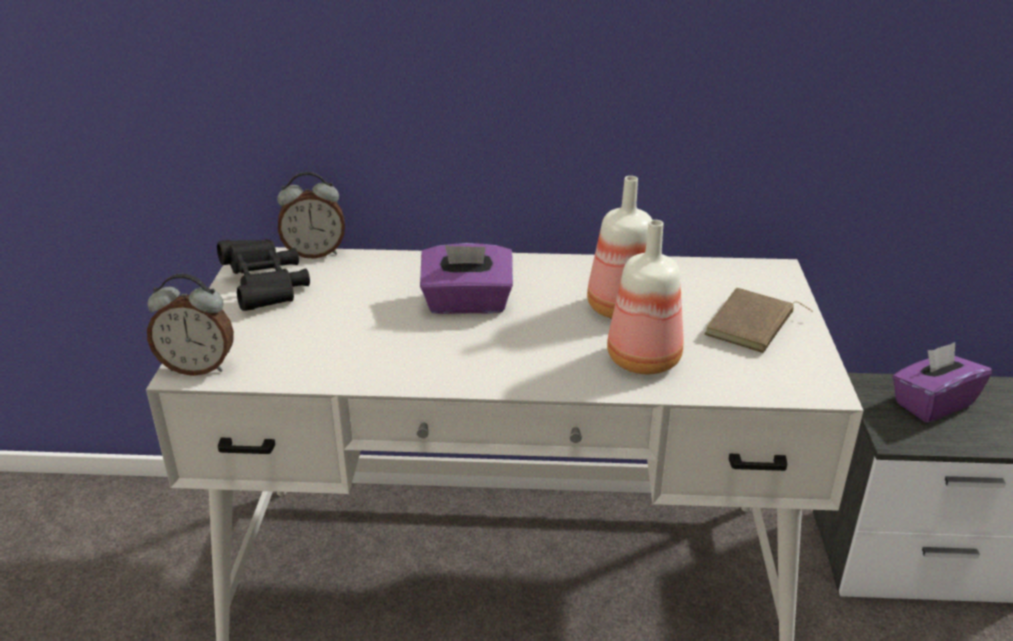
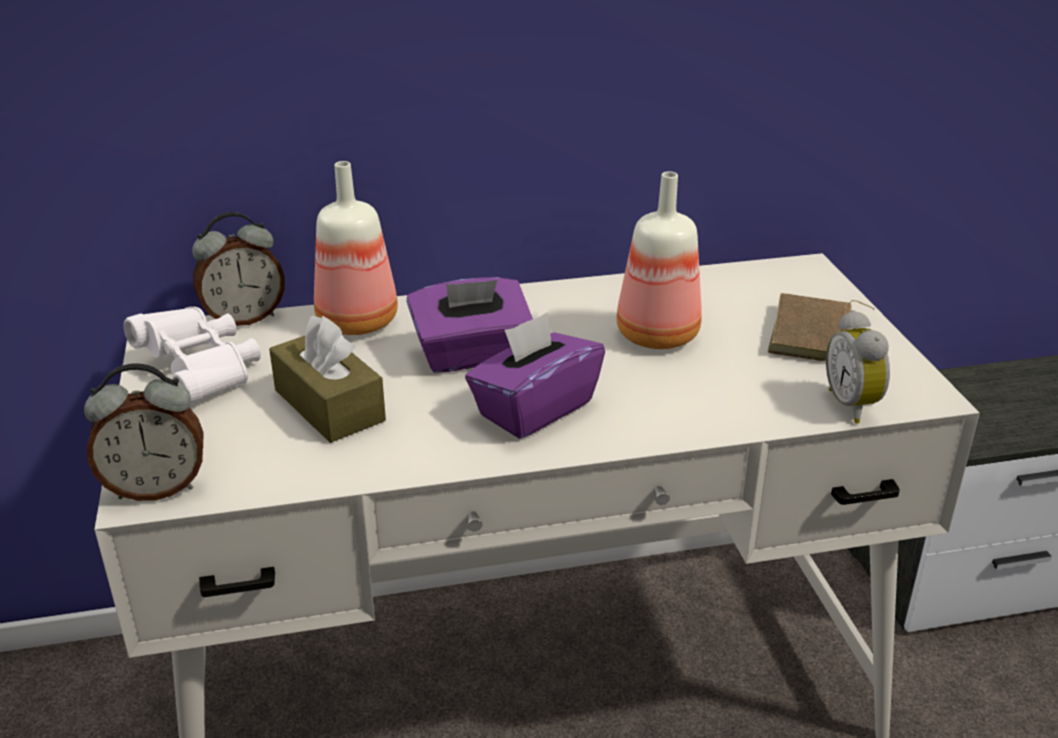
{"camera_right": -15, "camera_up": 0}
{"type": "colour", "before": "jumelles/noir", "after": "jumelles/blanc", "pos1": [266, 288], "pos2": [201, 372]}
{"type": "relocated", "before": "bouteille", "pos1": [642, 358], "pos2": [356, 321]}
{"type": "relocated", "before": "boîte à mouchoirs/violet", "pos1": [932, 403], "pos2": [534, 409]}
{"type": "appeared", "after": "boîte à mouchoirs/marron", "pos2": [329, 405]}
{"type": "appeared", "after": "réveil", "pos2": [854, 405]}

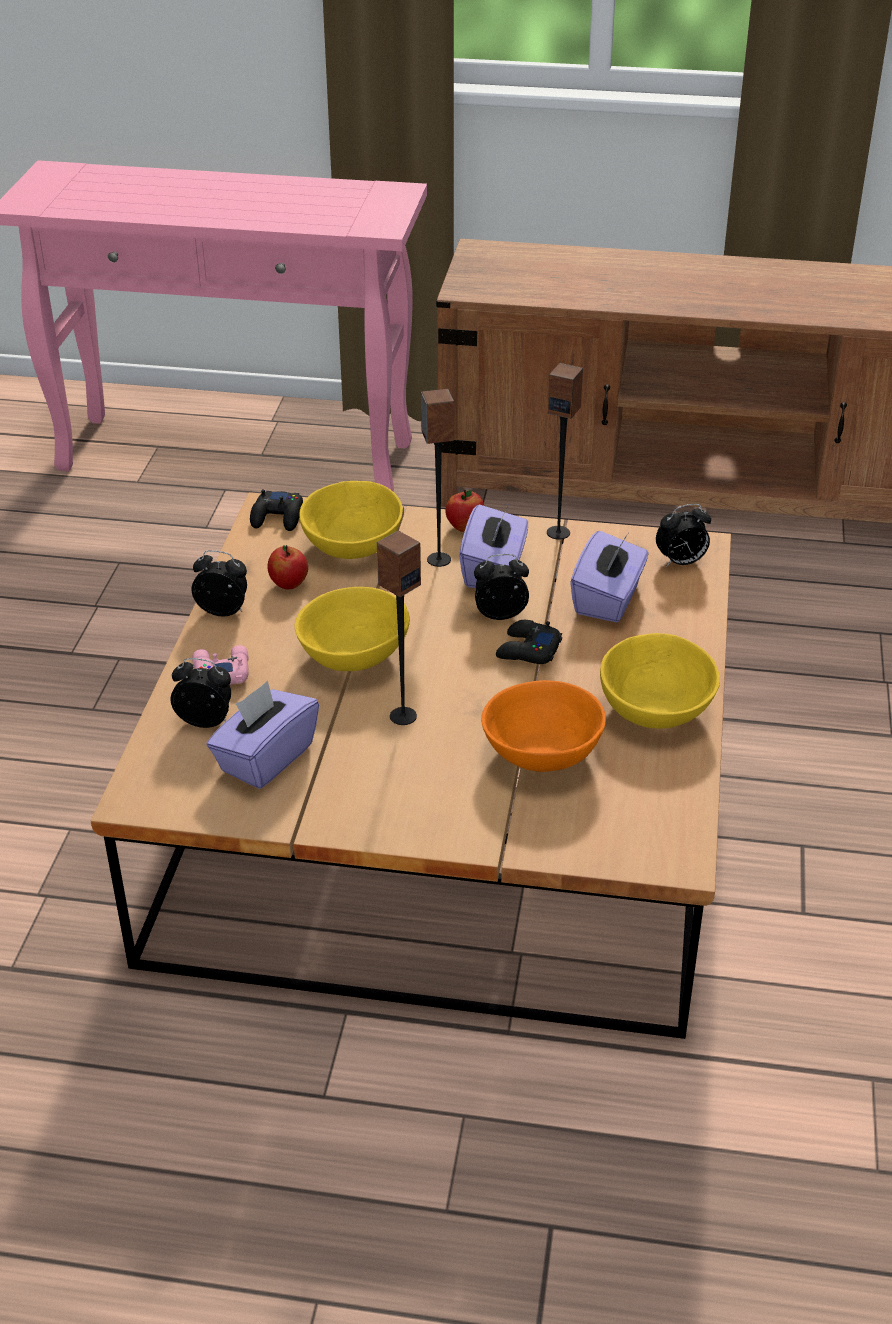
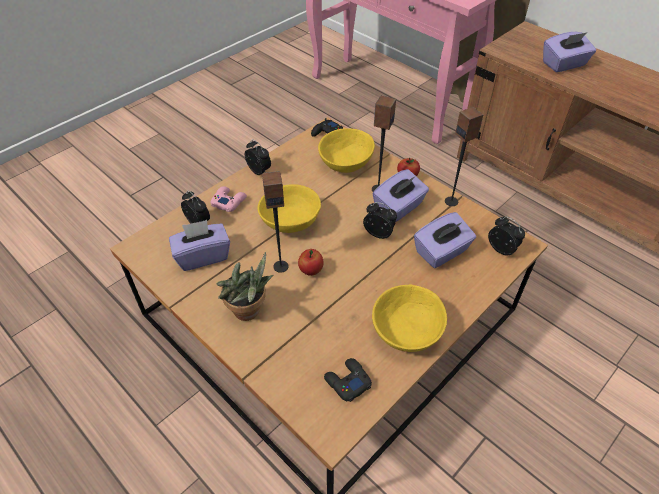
{"camera_right": 35, "camera_up": 10}
{"type": "relocated", "before": "pomme", "pos1": [289, 584], "pos2": [311, 270]}
{"type": "missing", "before": "bol/orange", "pos1": [544, 754]}
{"type": "relocated", "before": "manette/noir", "pos1": [527, 650], "pos2": [347, 382]}
{"type": "spun", "before": "réveil", "pos1": [681, 562], "pos2": [502, 249], "turn": -150}
{"type": "appeared", "after": "plante en pot", "pos2": [249, 313]}
{"type": "appeared", "after": "boîte à mouchoirs/violet", "pos2": [564, 64]}

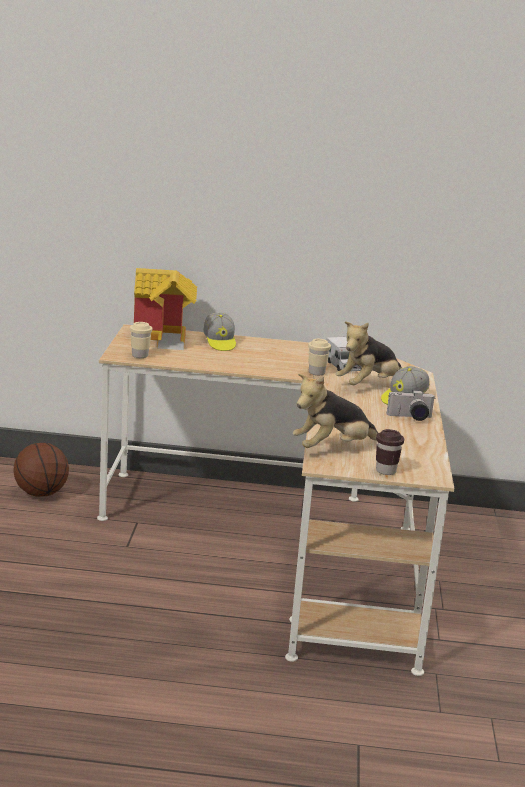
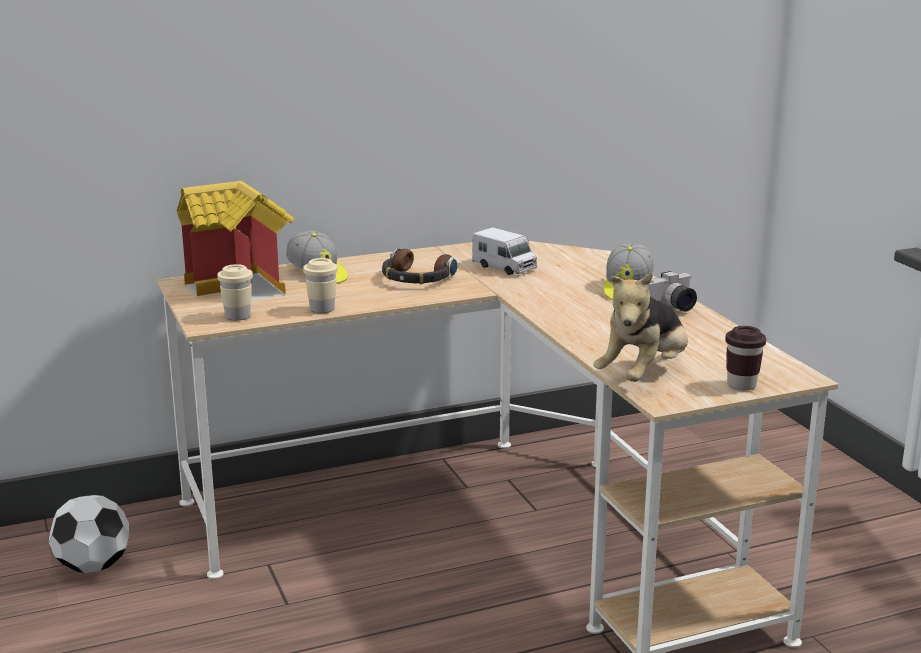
{"camera_right": -25, "camera_up": 0}
{"type": "exchanged", "before": "ballon de basket", "after": "ballon de foot", "pos1": [41, 493], "pos2": [93, 567]}
{"type": "relocated", "before": "tasse/beige", "pos1": [316, 373], "pos2": [322, 309]}
{"type": "missing", "before": "peluche", "pos1": [368, 385]}
{"type": "appeared", "after": "casque audio", "pos2": [416, 278]}

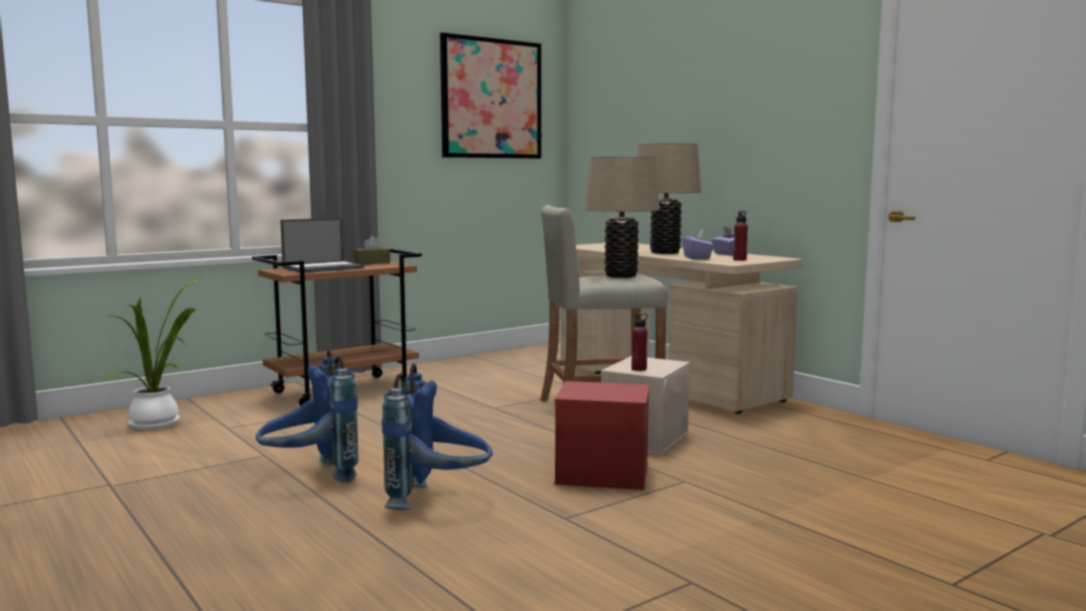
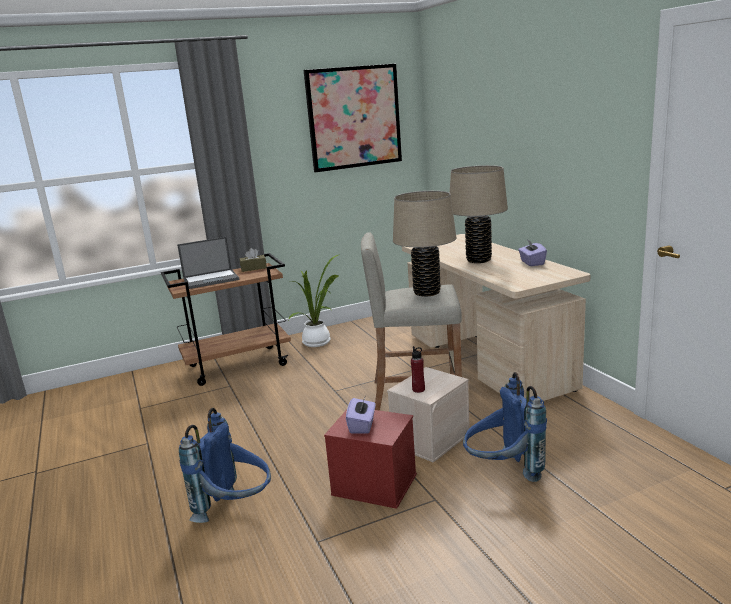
{"camera_right": 15, "camera_up": 10}
{"type": "relocated", "before": "plante en pot", "pos1": [159, 423], "pos2": [319, 342]}
{"type": "relocated", "before": "sac à dos/bleu", "pos1": [310, 477], "pos2": [502, 472]}
{"type": "relocated", "before": "boîte à mouchoirs/violet", "pos1": [697, 258], "pos2": [362, 425]}
{"type": "missing", "before": "bouteille/rouge", "pos1": [739, 260]}

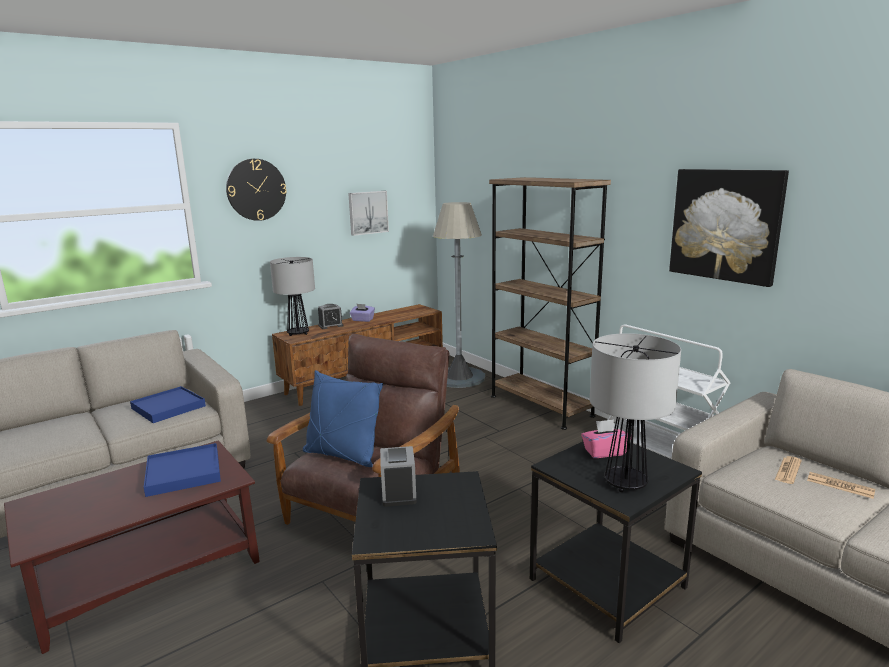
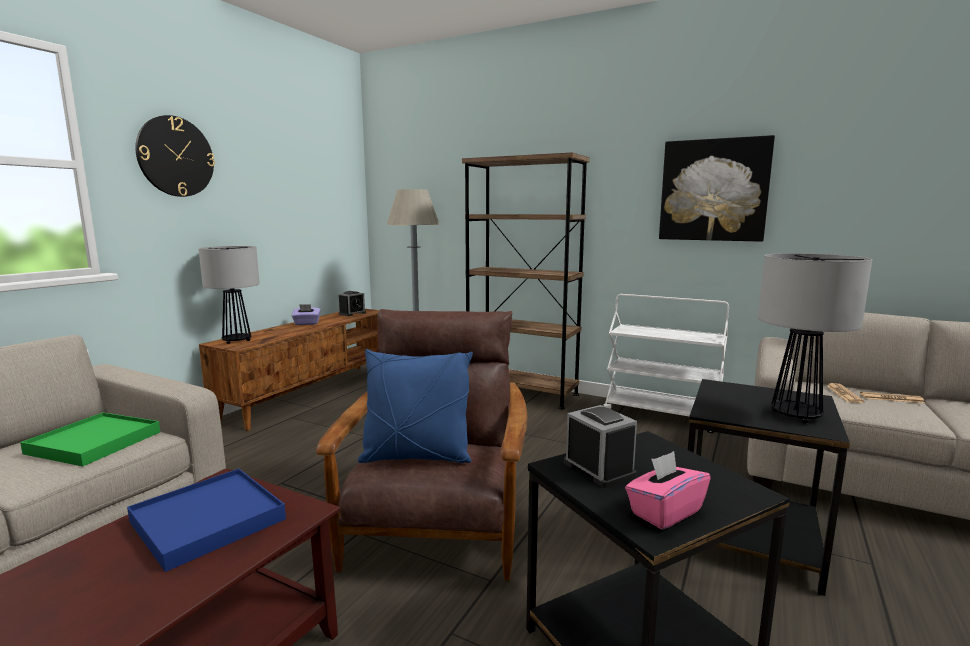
{"camera_right": -25, "camera_up": -5}
{"type": "colour", "before": "plateau/bleu", "after": "plateau/vert", "pos1": [168, 407], "pos2": [94, 442]}
{"type": "relocated", "before": "réveil", "pos1": [330, 325], "pos2": [352, 313]}
{"type": "missing", "before": "tableau", "pos1": [367, 212]}
{"type": "relocated", "before": "boîte à mouchoirs/rose", "pos1": [604, 452], "pos2": [665, 512]}

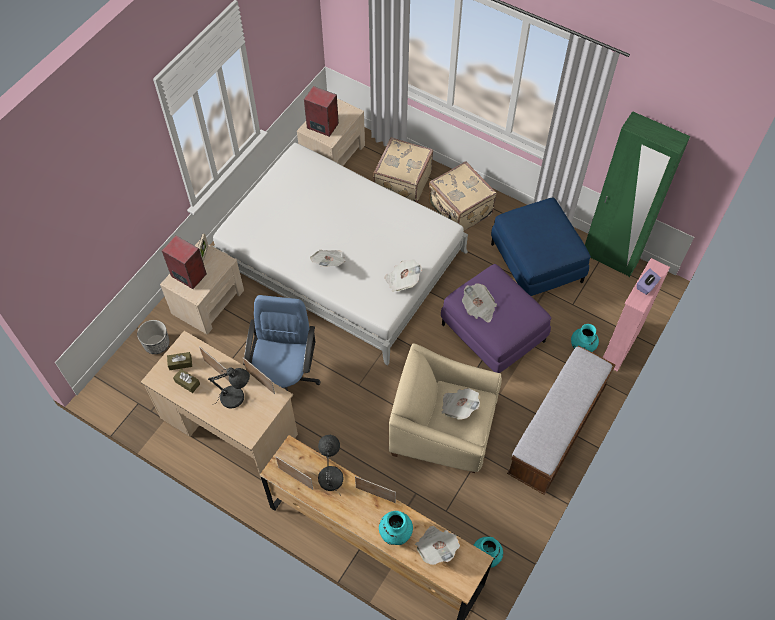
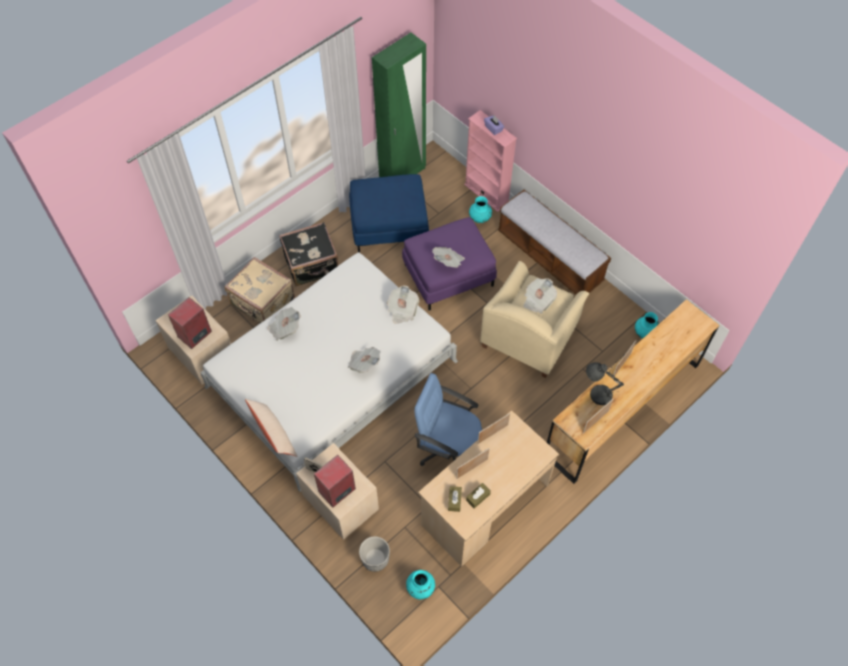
{"camera_right": -75, "camera_up": 0}
{"type": "missing", "before": "lampe de table/gris", "pos1": [235, 398]}
{"type": "relocated", "before": "vase/turquoise", "pos1": [395, 532], "pos2": [420, 588]}
{"type": "relocated", "before": "journal", "pos1": [436, 548], "pos2": [285, 328]}
{"type": "colour", "before": "valise/beige", "after": "valise/noir", "pos1": [459, 210], "pos2": [312, 265]}
{"type": "appeared", "after": "coussin/beige", "pos2": [273, 434]}

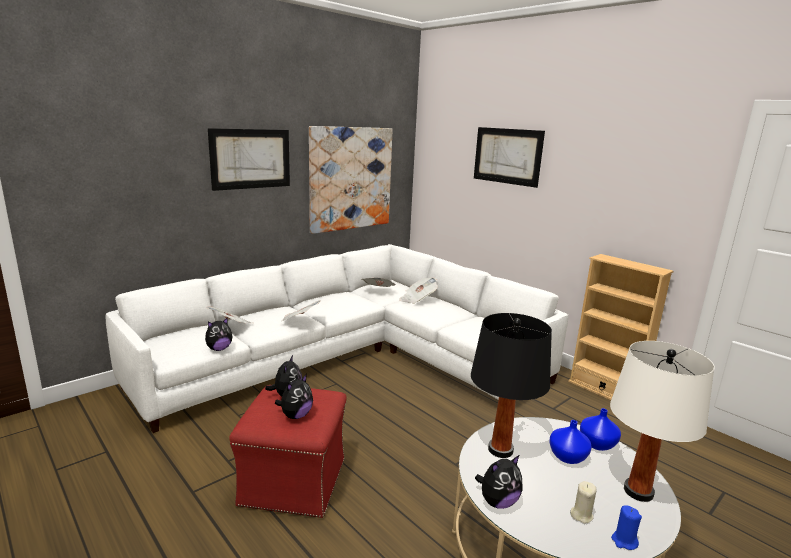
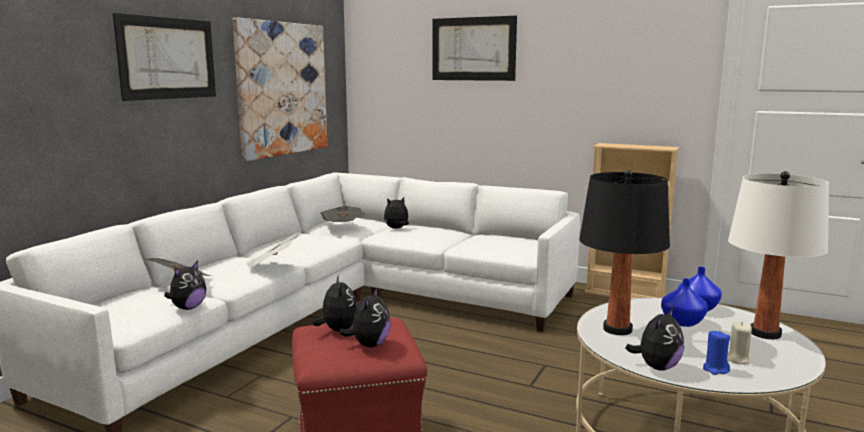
{"camera_right": -20, "camera_up": -5}
{"type": "exchanged", "before": "journal", "after": "peluche", "pos1": [417, 300], "pos2": [396, 228]}
{"type": "relocated", "before": "bougie/bleu", "pos1": [624, 541], "pos2": [715, 369]}

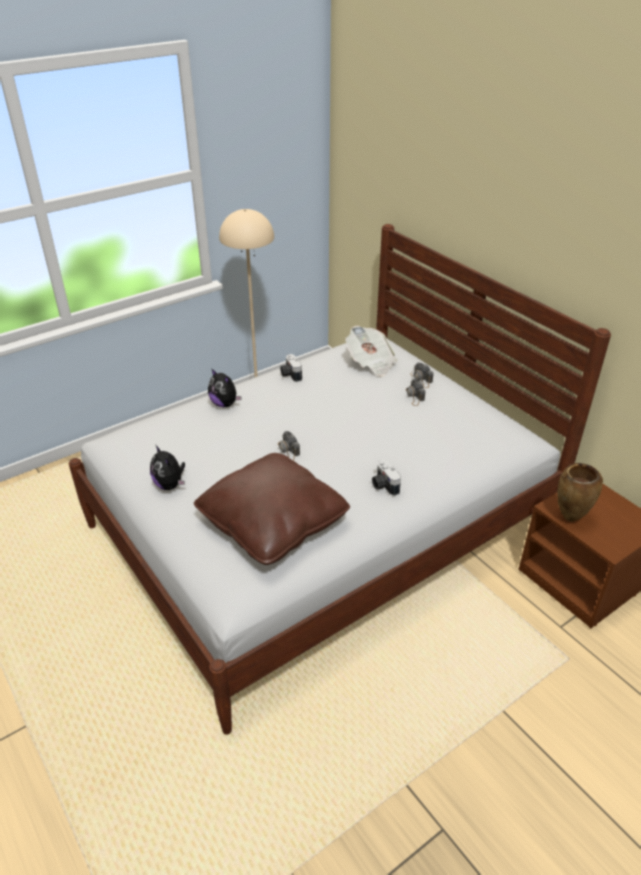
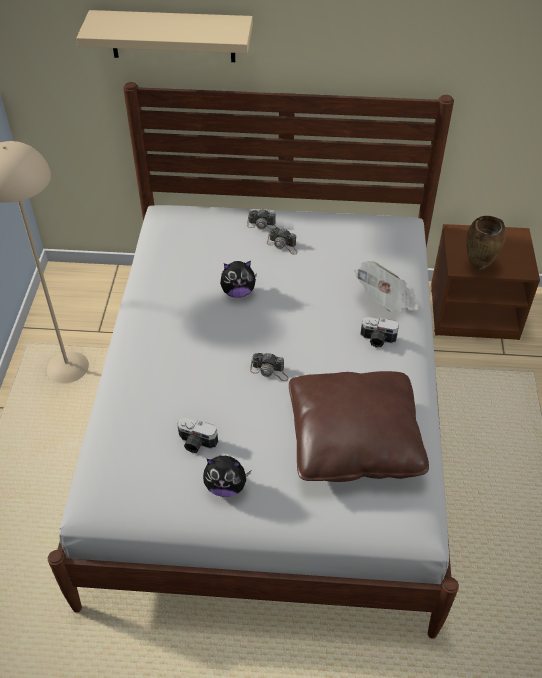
{"camera_right": -50, "camera_up": 10}
{"type": "relocated", "before": "peluche", "pos1": [225, 404], "pos2": [238, 292]}
{"type": "relocated", "before": "appareil photo", "pos1": [290, 374], "pos2": [196, 443]}
{"type": "relocated", "before": "journal", "pos1": [371, 363], "pos2": [385, 300]}
{"type": "appeared", "after": "étagère/beige", "pos2": [172, 36]}

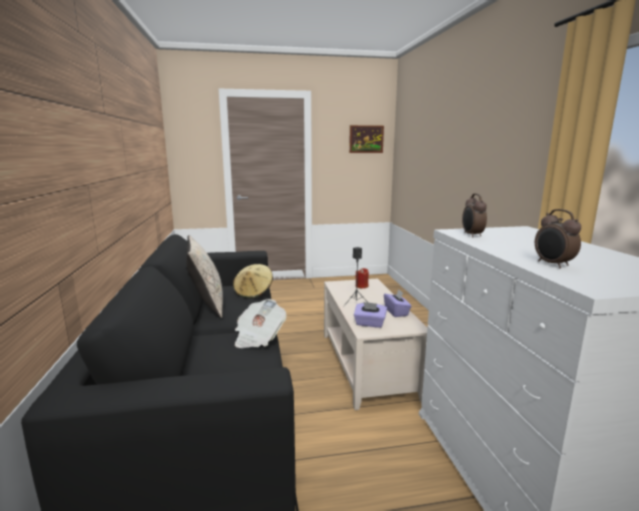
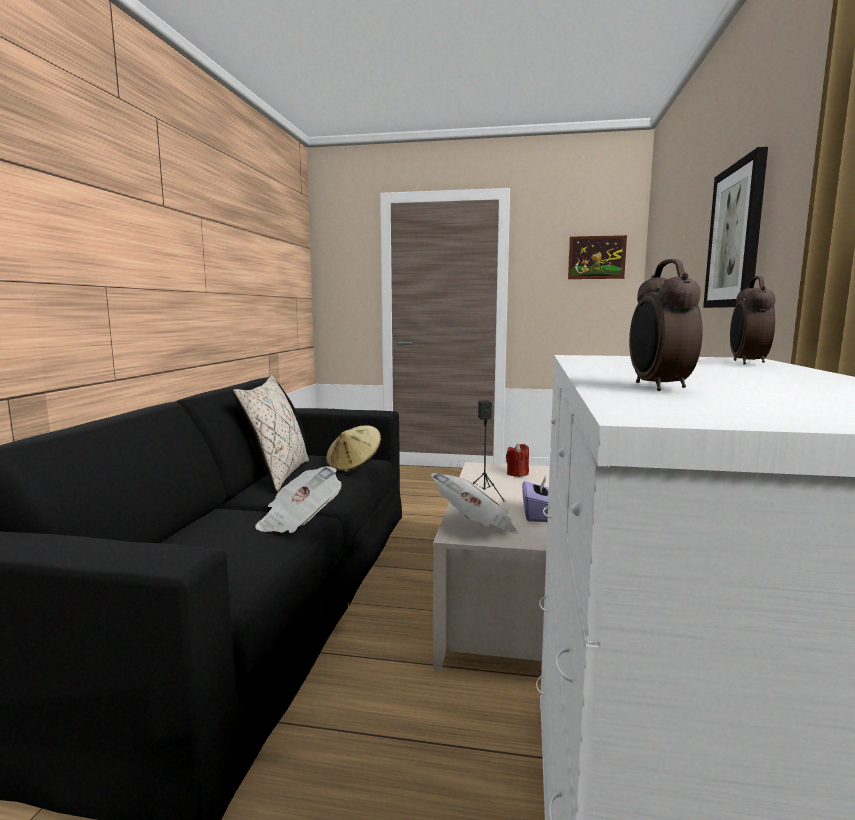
{"camera_right": 20, "camera_up": -5}
{"type": "exchanged", "before": "boîte à mouchoirs/violet", "after": "journal", "pos1": [369, 324], "pos2": [475, 525]}
{"type": "relocated", "before": "réveil", "pos1": [471, 235], "pos2": [746, 363]}
{"type": "appeared", "after": "tableau", "pos2": [736, 237]}

